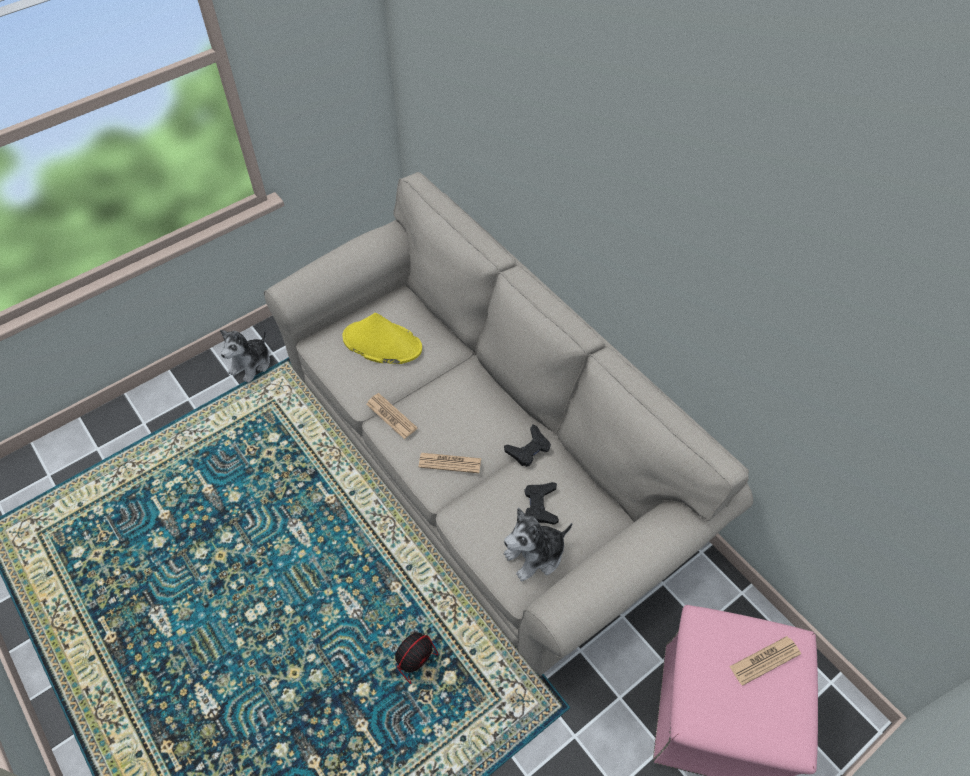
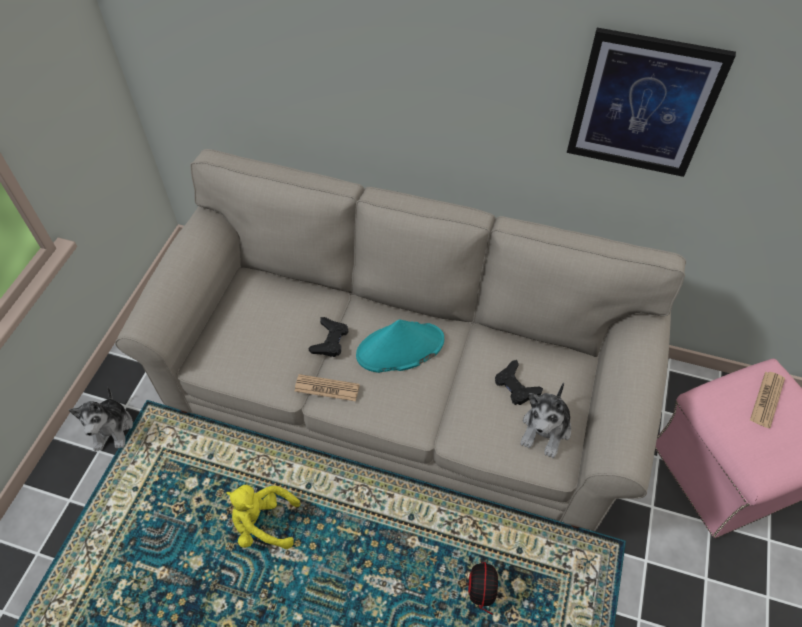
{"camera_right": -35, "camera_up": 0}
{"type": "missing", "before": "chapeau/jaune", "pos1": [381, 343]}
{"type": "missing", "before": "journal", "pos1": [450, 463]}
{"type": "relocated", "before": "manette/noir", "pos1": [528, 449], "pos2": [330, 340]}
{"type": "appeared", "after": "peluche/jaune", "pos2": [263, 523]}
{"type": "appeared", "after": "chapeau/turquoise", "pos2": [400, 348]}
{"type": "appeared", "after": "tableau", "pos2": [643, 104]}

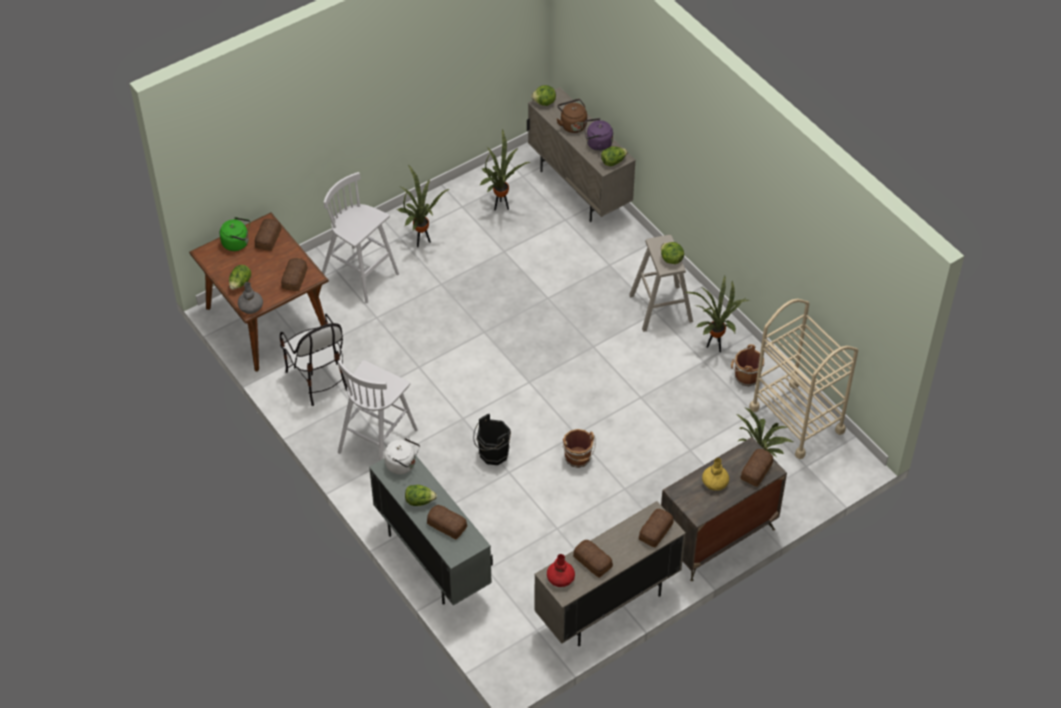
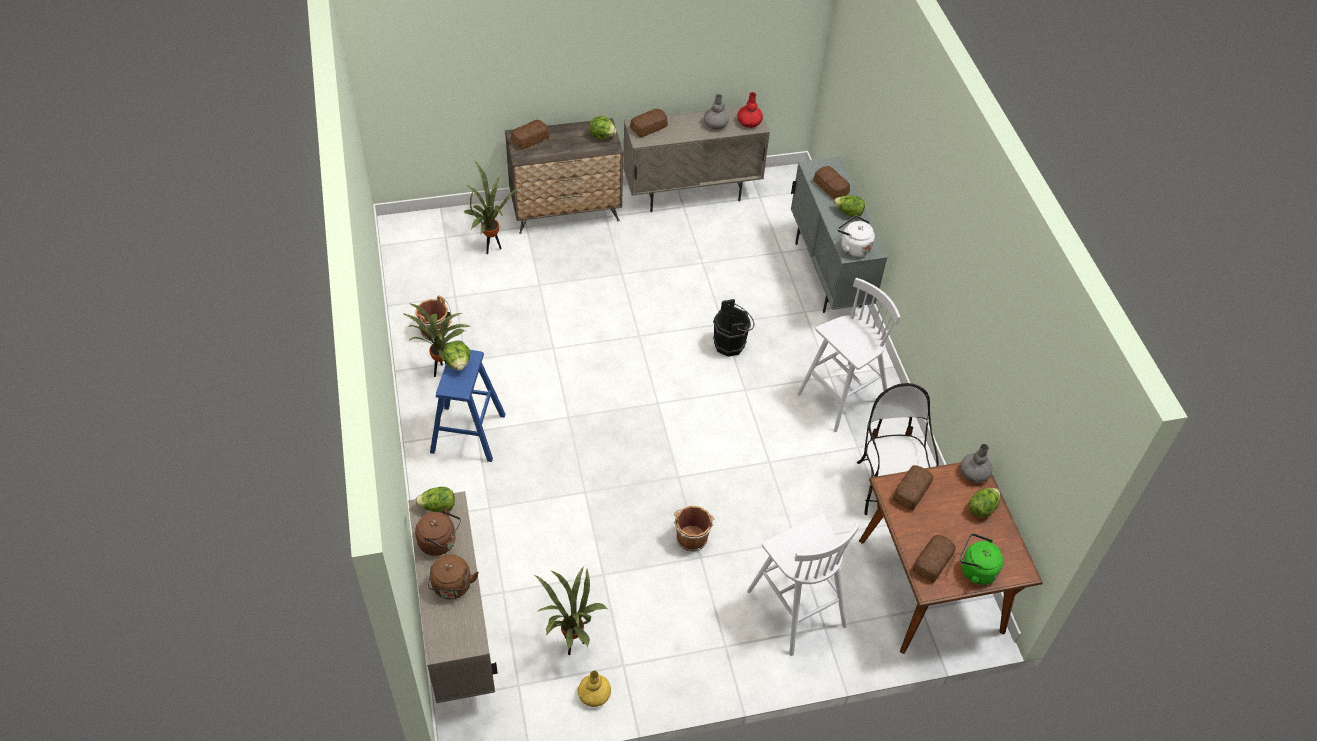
{"camera_right": -160, "camera_up": 0}
{"type": "missing", "before": "plante en pot", "pos1": [422, 241]}
{"type": "relocated", "before": "laitue", "pos1": [544, 103], "pos2": [602, 135]}
{"type": "relocated", "before": "seau/marron", "pos1": [578, 458], "pos2": [691, 537]}
{"type": "exchanged", "before": "pain", "after": "vase/gris", "pos1": [592, 562], "pos2": [716, 123]}
{"type": "colour", "before": "bouilloire/violet", "after": "bouilloire/marron", "pos1": [597, 144], "pos2": [440, 542]}
{"type": "colour", "before": "tabouret/beige", "after": "tabouret/bleu", "pos1": [660, 308], "pos2": [468, 433]}
{"type": "relocated", "before": "vase/jaune", "pos1": [715, 482], "pos2": [594, 694]}
{"type": "missing", "before": "chariot/beige", "pos1": [797, 419]}

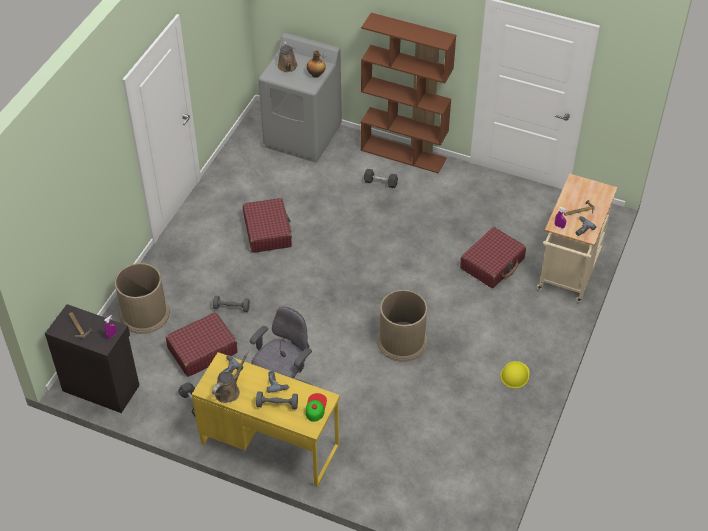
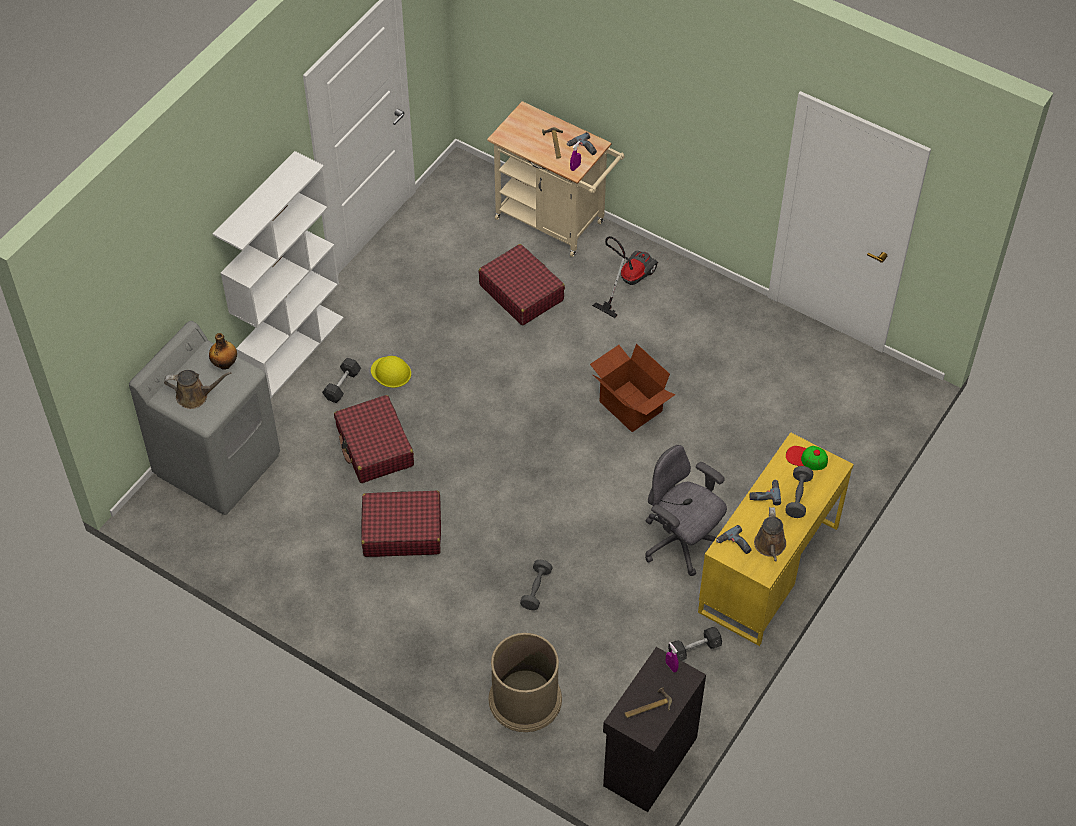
{"camera_right": -80, "camera_up": 5}
{"type": "relocated", "before": "valise/rouge", "pos1": [202, 350], "pos2": [375, 447]}
{"type": "spun", "before": "arrosoir/marron", "pos1": [229, 391], "pos2": [770, 546], "turn": -135}
{"type": "colour", "before": "bibliothèque/marron", "after": "bibliothèque/blanc", "pos1": [404, 154], "pos2": [293, 350]}
{"type": "exchanged", "before": "poubelle/marron", "after": "carton", "pos1": [402, 341], "pos2": [629, 407]}
{"type": "relocated", "before": "casque de chantier/jaune", "pos1": [515, 375], "pos2": [391, 372]}
{"type": "appeared", "after": "aspirateur", "pos2": [627, 281]}

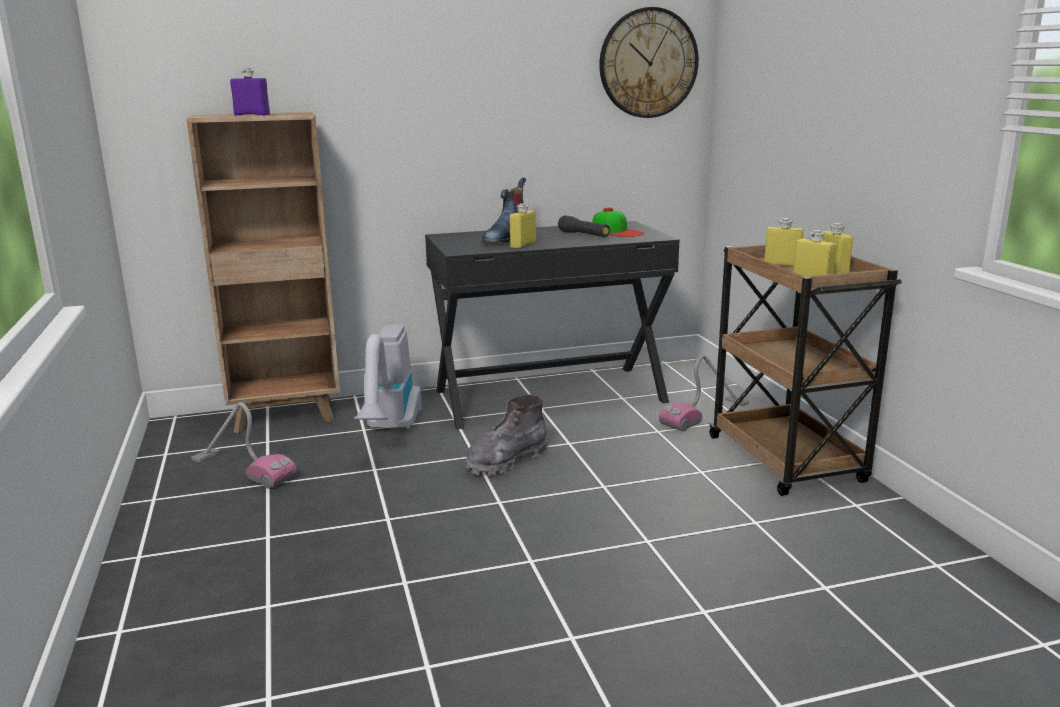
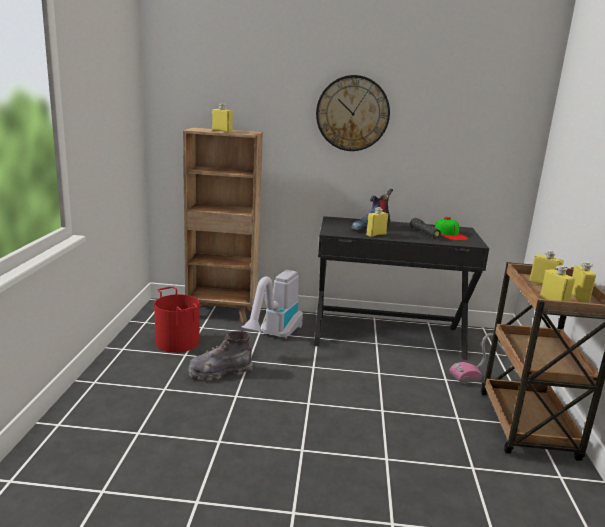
{"camera_right": 20, "camera_up": 0}
{"type": "exchanged", "before": "aspirateur", "after": "seau/rouge", "pos1": [242, 469], "pos2": [178, 342]}
{"type": "colour", "before": "bouteille/violet", "after": "bouteille/jaune", "pos1": [252, 115], "pos2": [222, 131]}
{"type": "relocated", "before": "botte/gris", "pos1": [506, 461], "pos2": [220, 372]}
{"type": "relocated", "before": "horloge murale", "pos1": [648, 63], "pos2": [352, 113]}

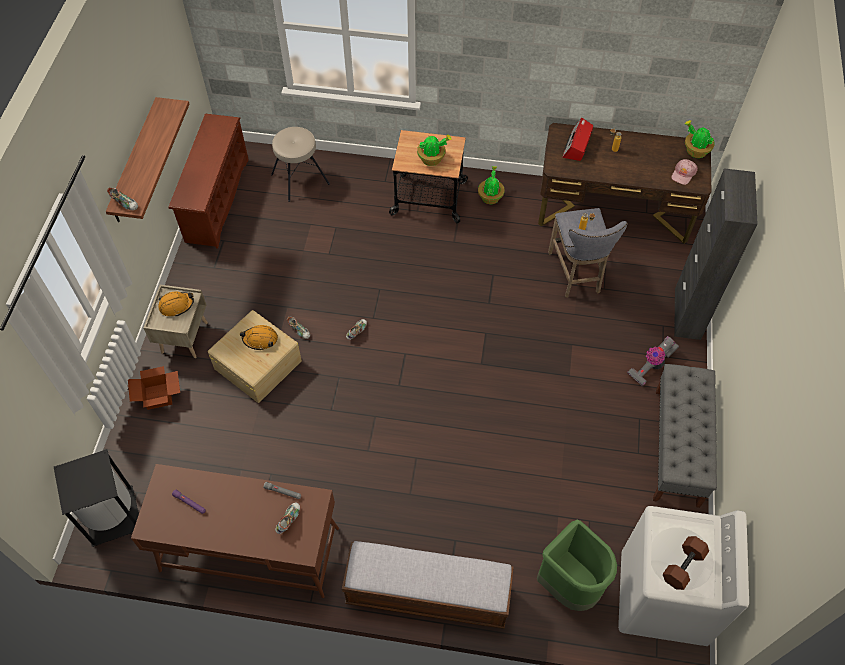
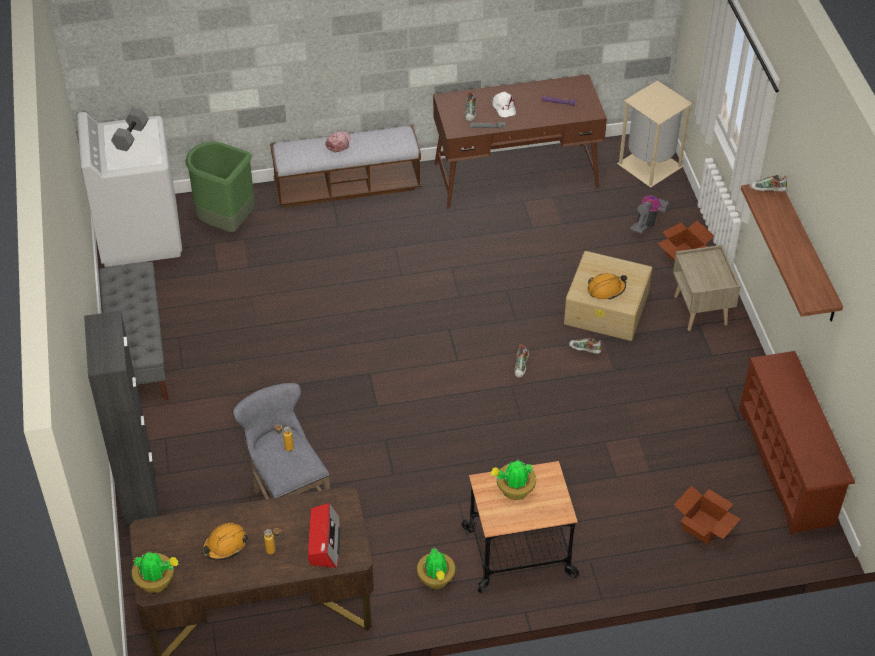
{"camera_right": 160, "camera_up": -10}
{"type": "colour", "before": "poubelle/noir", "after": "poubelle/beige", "pos1": [111, 515], "pos2": [651, 165]}
{"type": "relocated", "before": "casque de chantier/orange", "pos1": [176, 305], "pos2": [225, 545]}
{"type": "exchanged", "before": "tabouret/beige", "after": "carton", "pos1": [300, 179], "pos2": [704, 528]}
{"type": "relocated", "before": "aspirateur", "pos1": [651, 366], "pos2": [647, 222]}
{"type": "colour", "before": "haltère/marron", "after": "haltère/gris", "pos1": [682, 565], "pos2": [131, 137]}
{"type": "relocated", "before": "casquette/rose", "pos1": [683, 174], "pos2": [338, 143]}
{"type": "appeared", "after": "casquette/blanc", "pos2": [504, 107]}

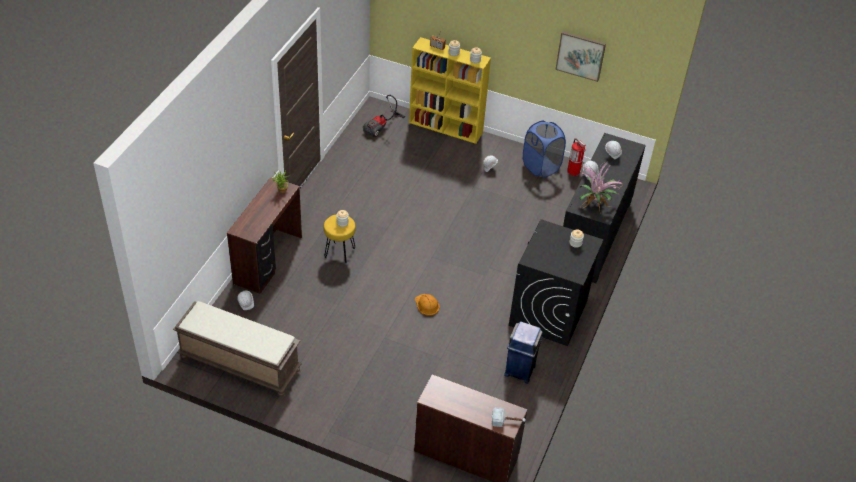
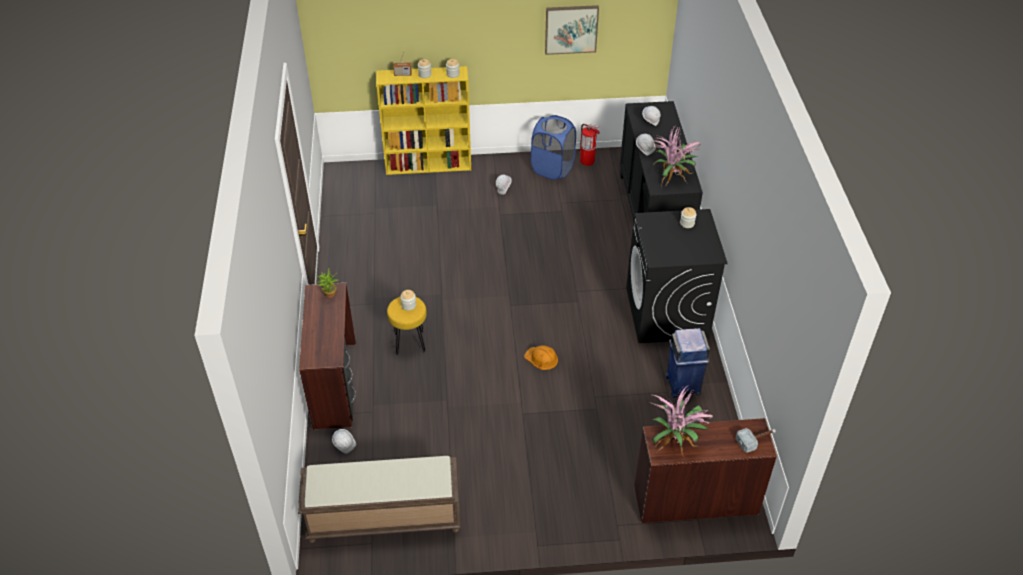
{"camera_right": -25, "camera_up": 0}
{"type": "missing", "before": "aspirateur", "pos1": [382, 127]}
{"type": "appeared", "after": "plante en pot", "pos2": [675, 441]}

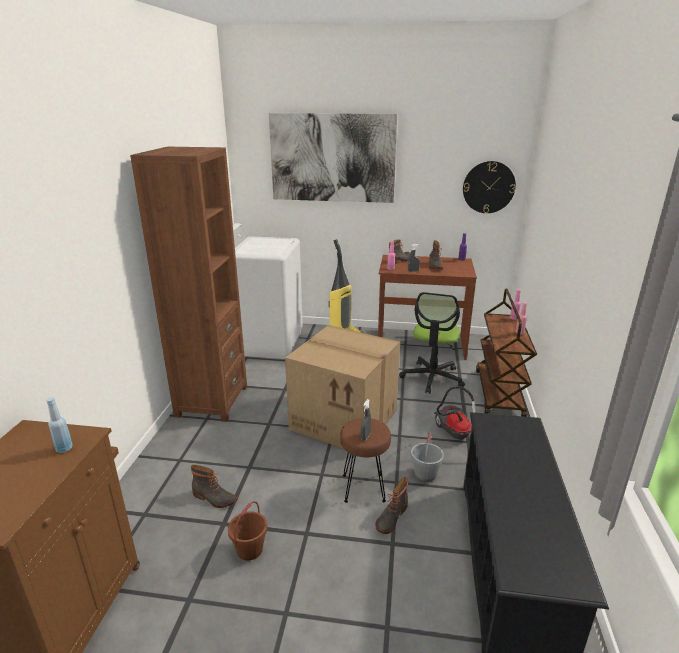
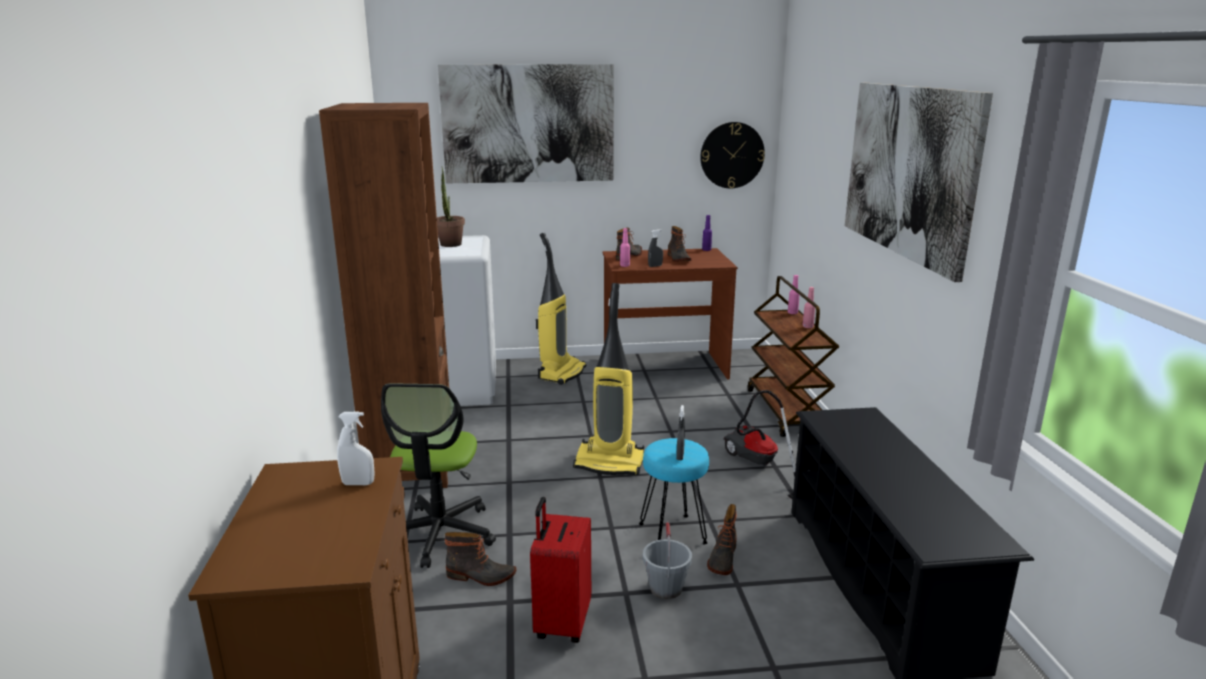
{"camera_right": -15, "camera_up": -5}
{"type": "exchanged", "before": "bouteille/bleu", "after": "vaporisateur/blanc", "pos1": [64, 449], "pos2": [358, 483]}
{"type": "exchanged", "before": "seau/marron", "after": "valise/rouge", "pos1": [249, 549], "pos2": [561, 623]}
{"type": "exchanged", "before": "carton", "after": "aspirateur", "pos1": [345, 419], "pos2": [610, 463]}
{"type": "colour", "before": "tabouret/marron", "after": "tabouret/turquoise", "pos1": [364, 488], "pos2": [673, 533]}
{"type": "relocated", "before": "chaise de bureau", "pos1": [432, 378], "pos2": [439, 534]}
{"type": "relocated", "before": "seau/gris", "pos1": [425, 474], "pos2": [666, 588]}
{"type": "appeared", "after": "plante en pot", "pos2": [450, 245]}
{"type": "appeared", "after": "tableau", "pos2": [909, 171]}

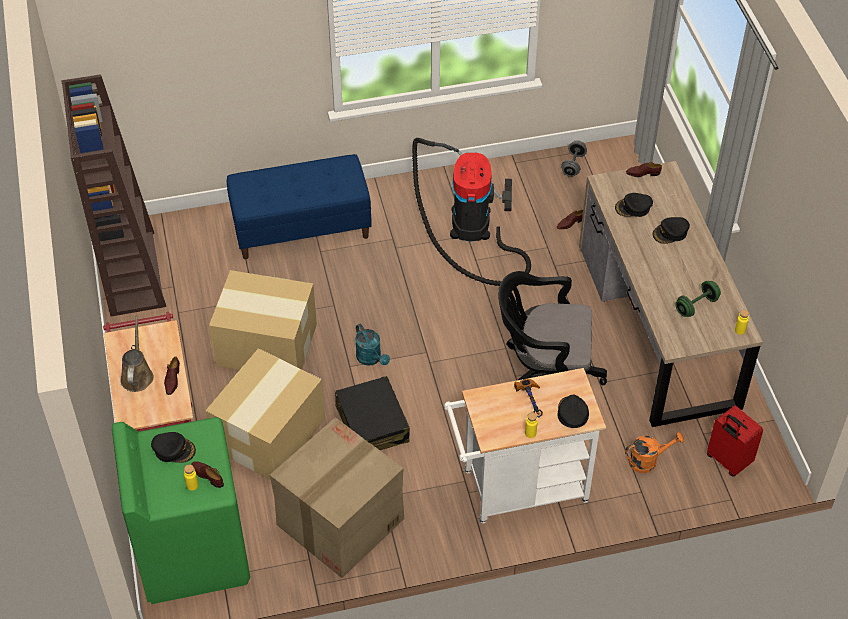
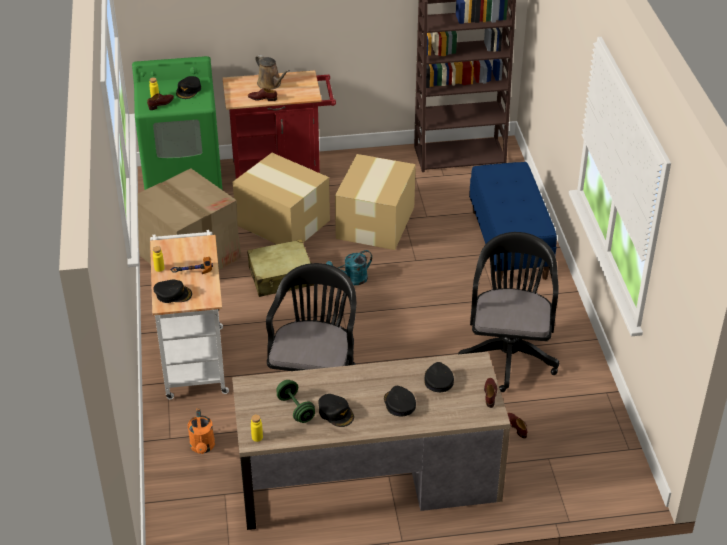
{"camera_right": 95, "camera_up": -10}
{"type": "spun", "before": "arrosoir/marron", "pos1": [137, 375], "pos2": [270, 84], "turn": 45}
{"type": "colour", "before": "valise/noir", "after": "valise/beige", "pos1": [372, 424], "pos2": [281, 277]}
{"type": "exchanged", "before": "aspirateur", "after": "chaise de bureau/noir", "pos1": [472, 228], "pos2": [508, 352]}
{"type": "missing", "before": "haltère/gris", "pos1": [573, 165]}
{"type": "missing", "before": "valise/rouge", "pos1": [727, 461]}
{"type": "appeared", "after": "casquette/noir", "pos2": [336, 413]}

